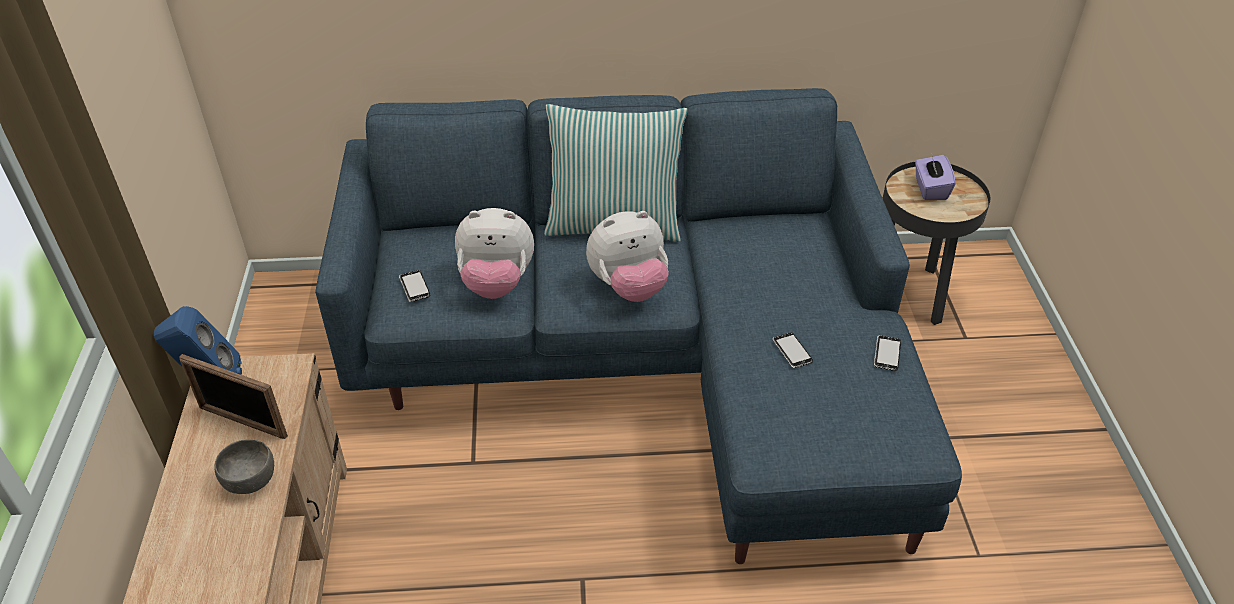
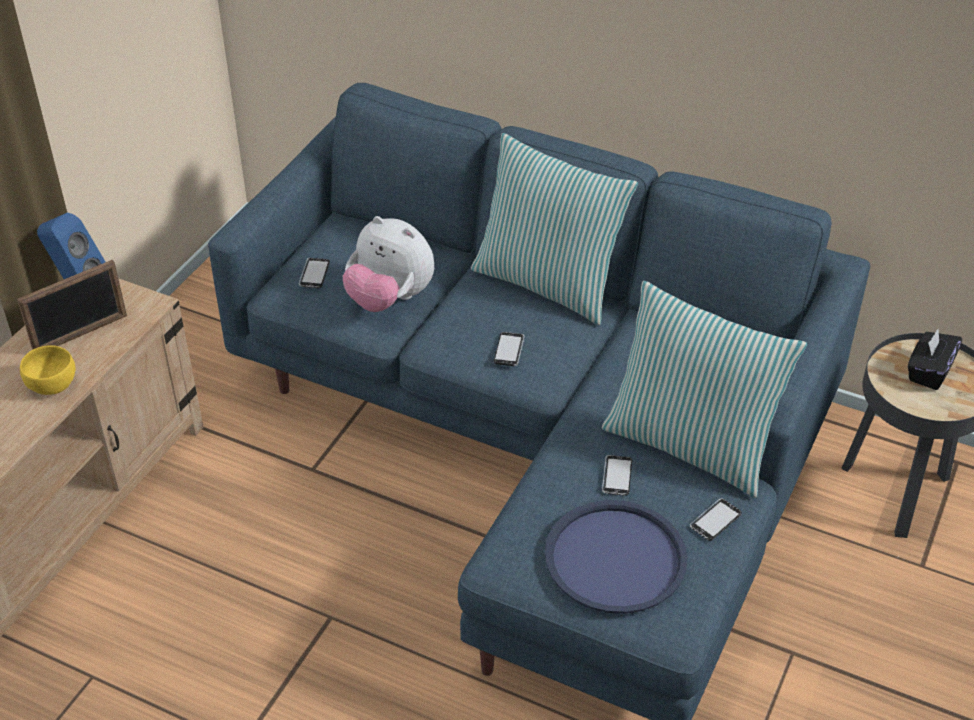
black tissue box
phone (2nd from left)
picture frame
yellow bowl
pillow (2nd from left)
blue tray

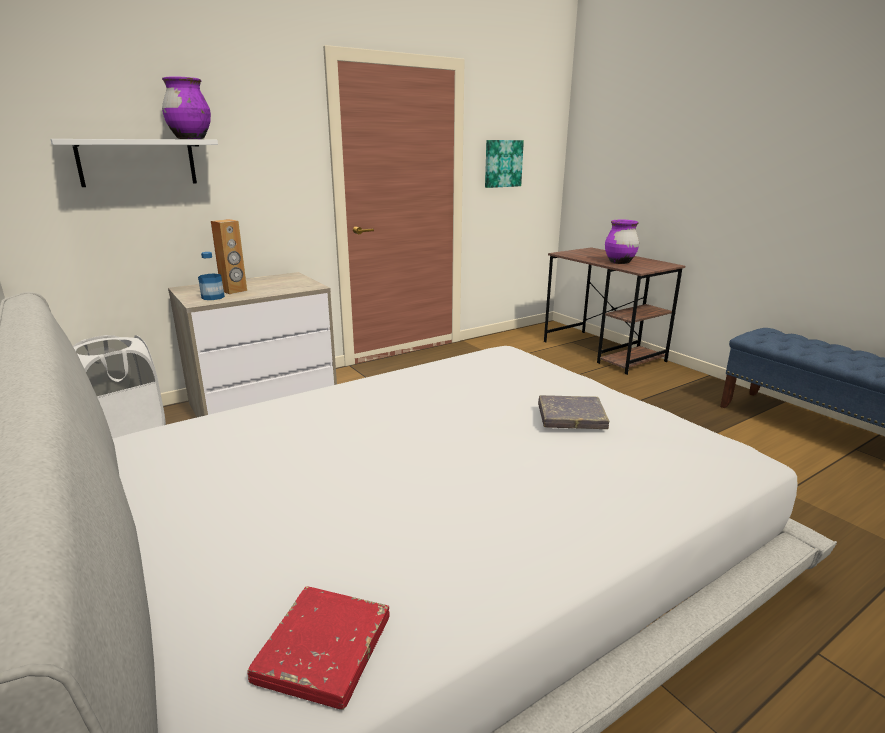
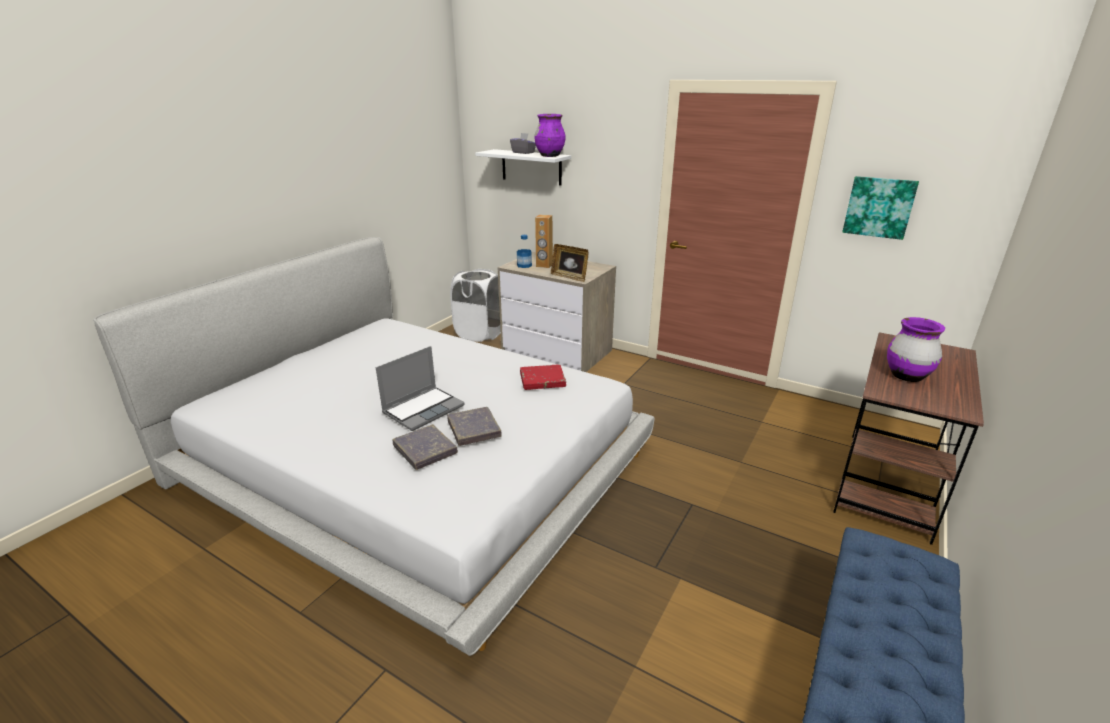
red book
grey tissue box
picture frame
laptop
grey book (1st from left)

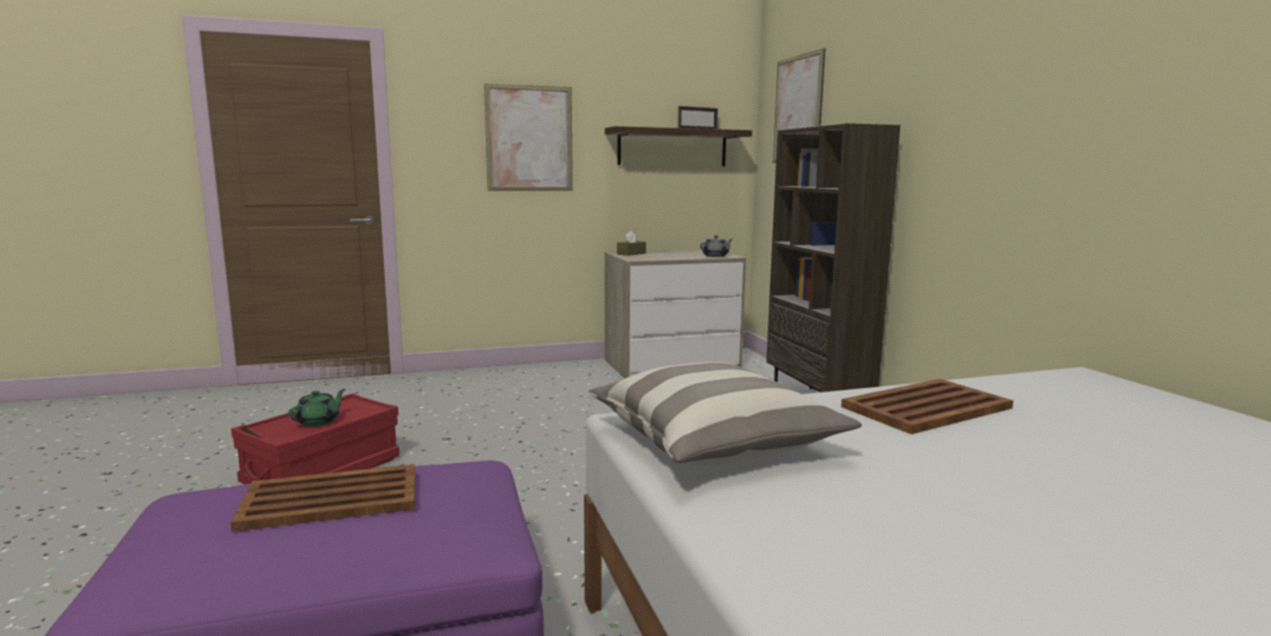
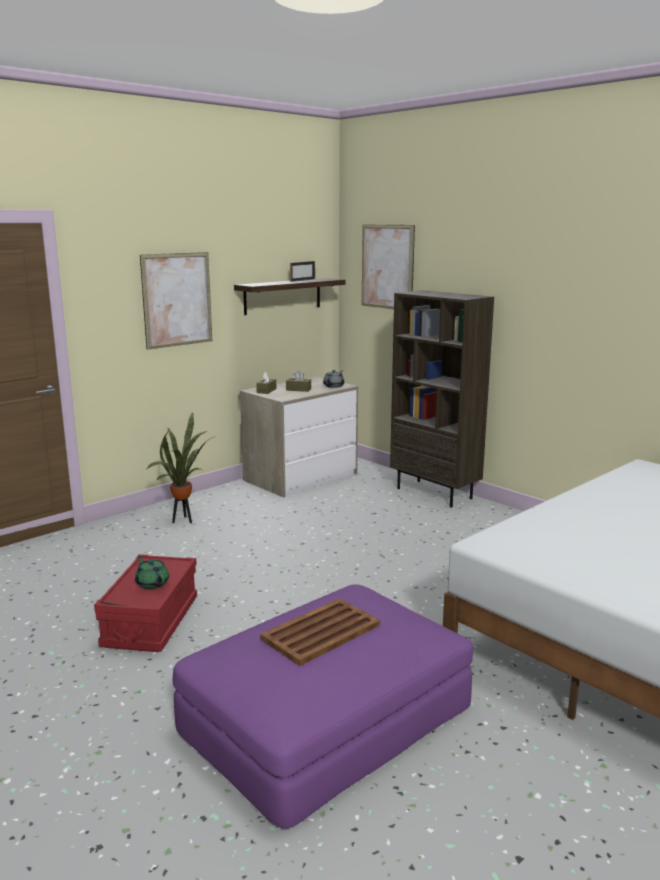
pillow
brown tray (2nd from left in the first image)
green teapot
brown tissue box (2nd from left)
potted plant

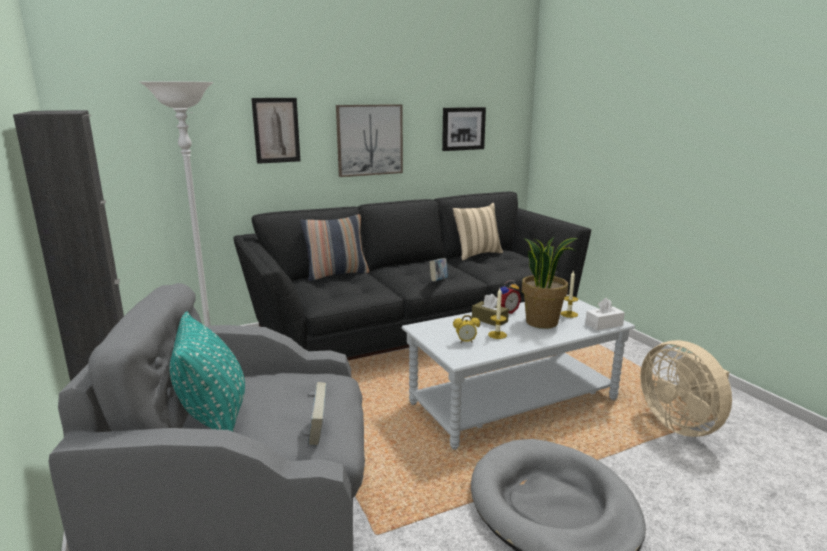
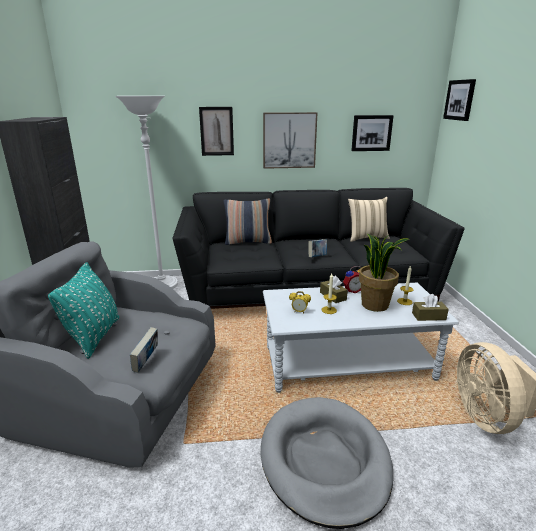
brown tissue box (2nd from left)
picture (4th from left)

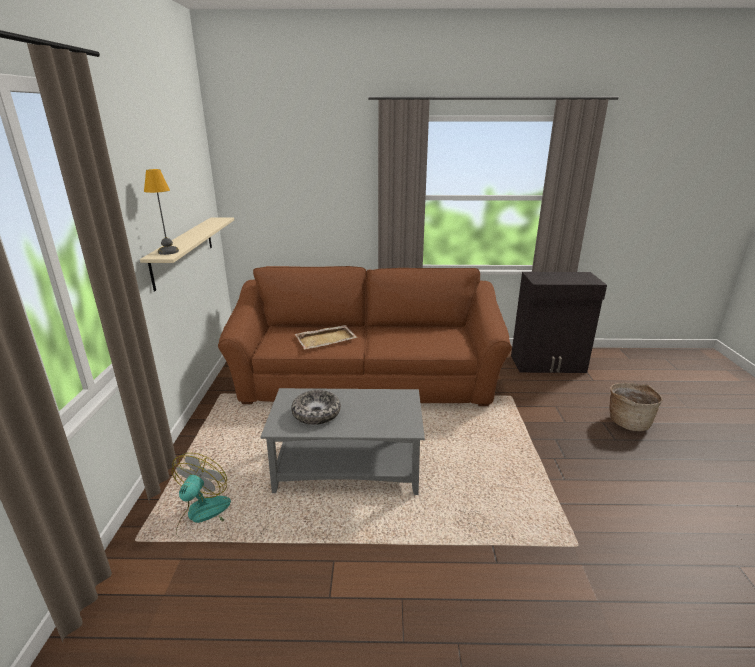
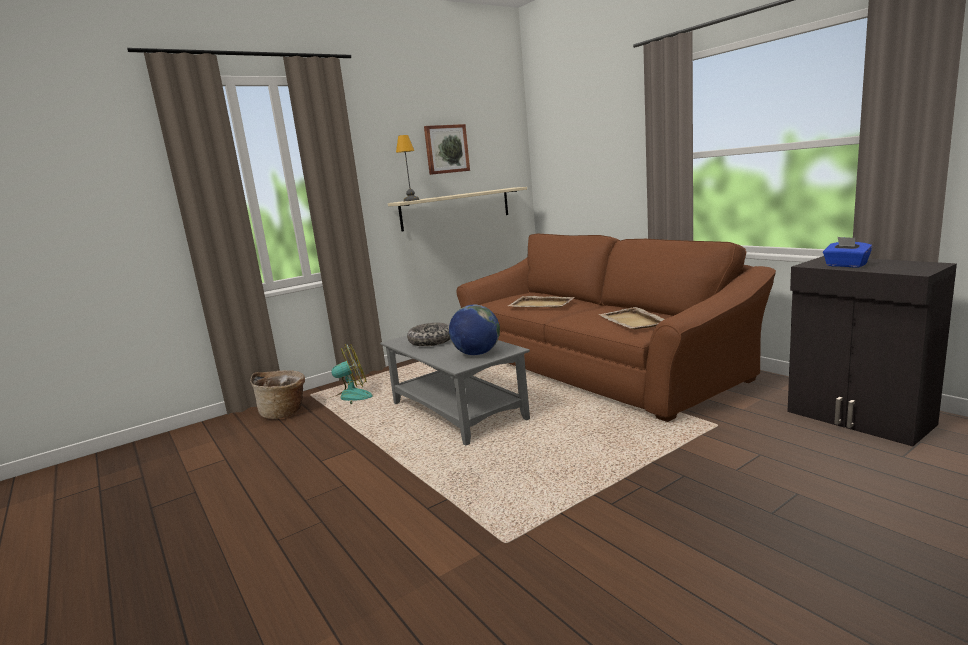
basket
picture
blue tissue box
globe
beige tray (2nd from left)

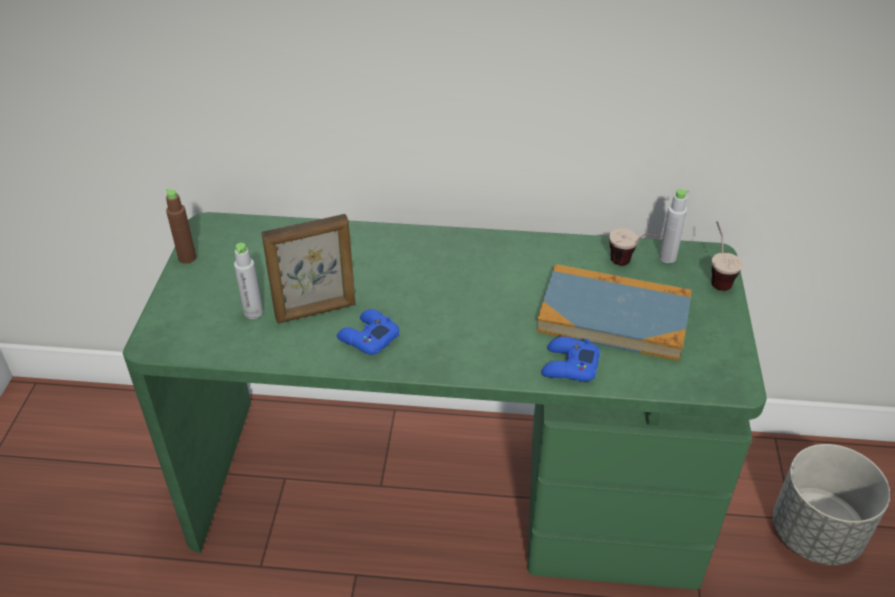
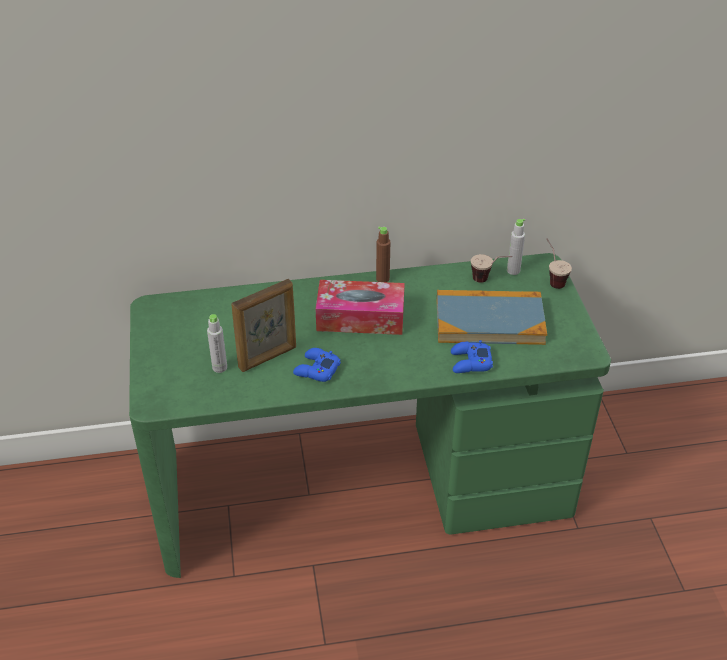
brown bottle
grey planter
tissue box

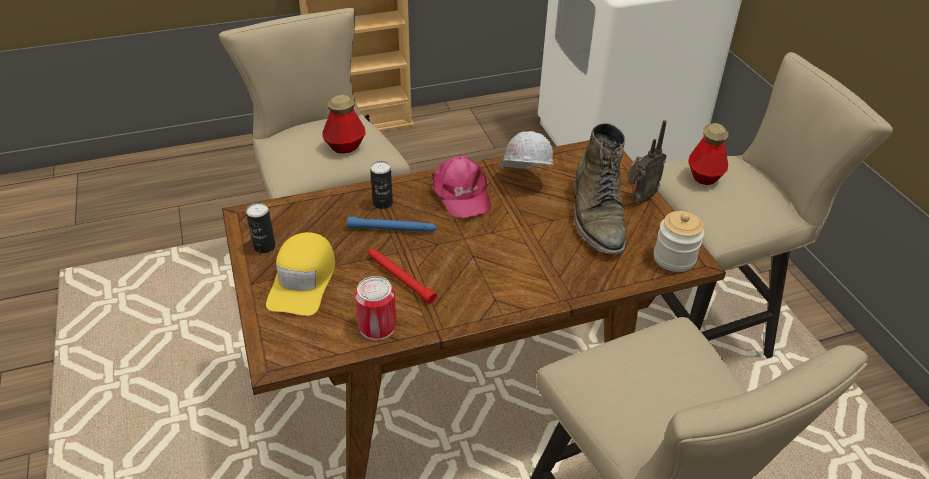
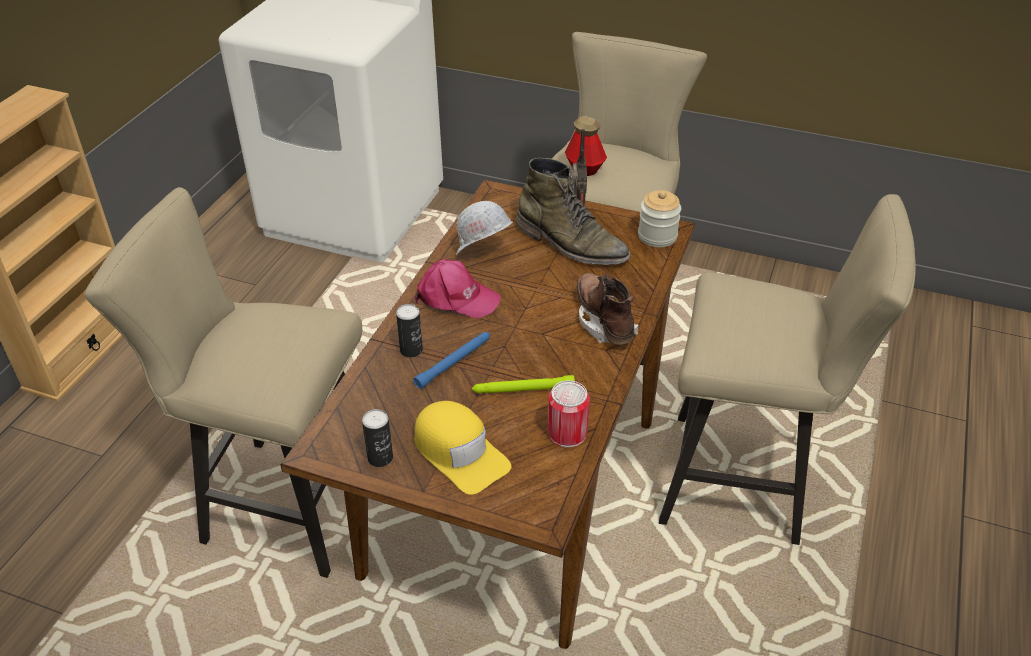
bottle (1st from left in the first image)
green flashlight
brown boot

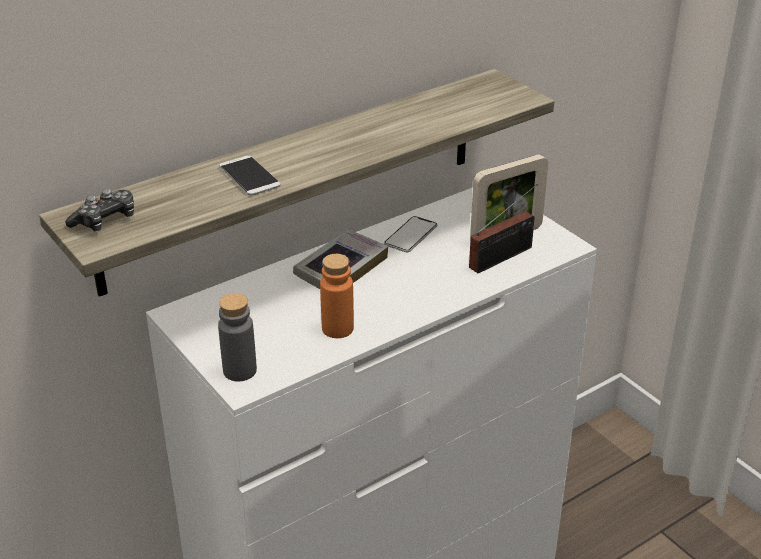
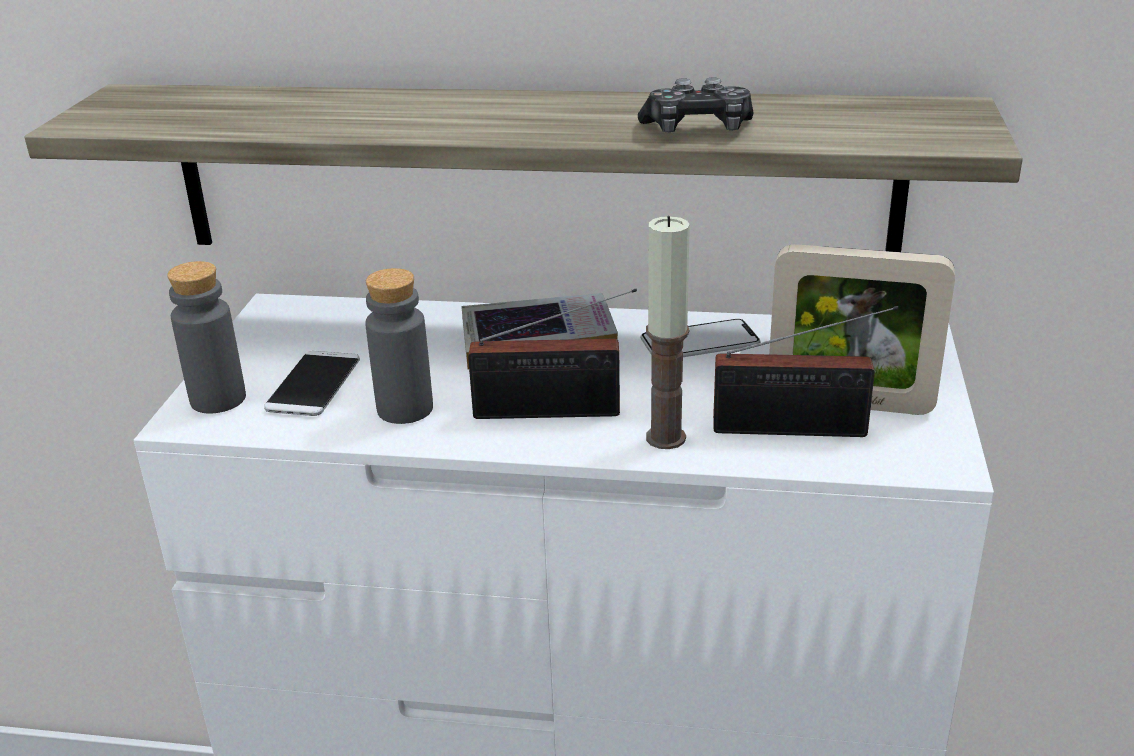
phone (1st from left)
game controller
grey bottle (2nd from left)
candle
radio (1st from left)

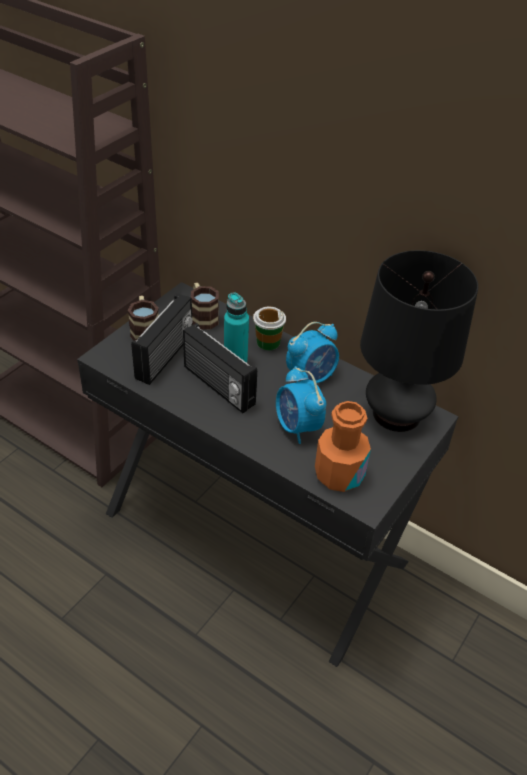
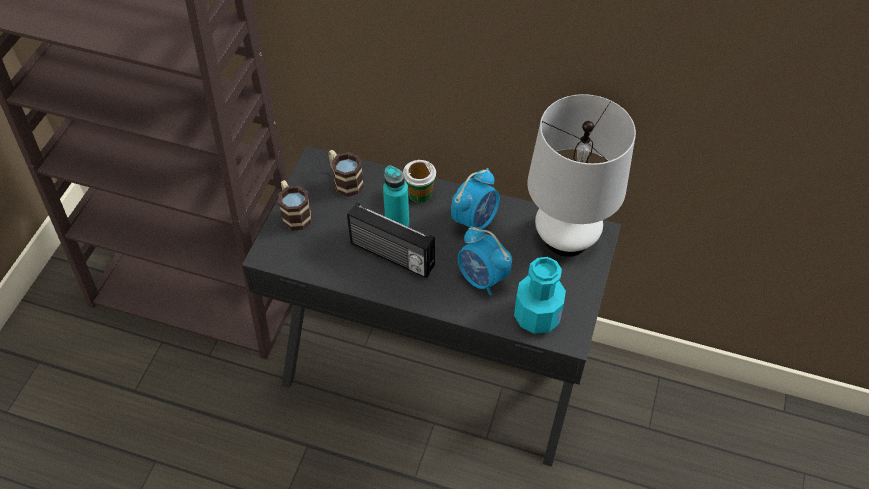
white table lamp
radio (1st from left in the first image)
turquoise bottle (2nd from left)

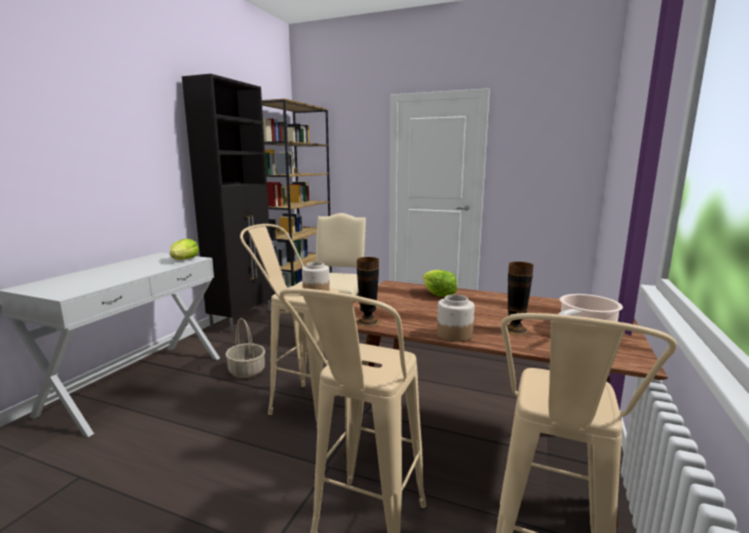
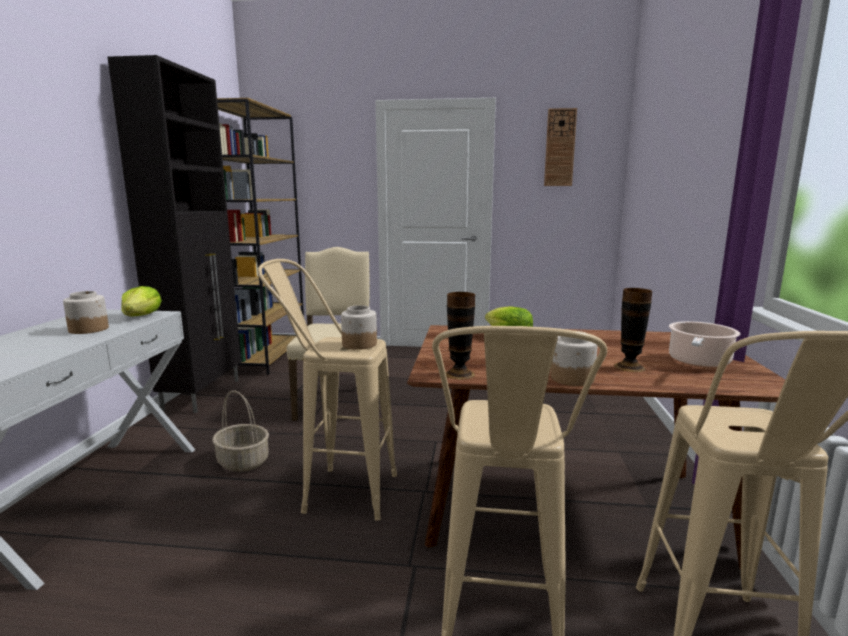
wall clock
jar (1st from left)

